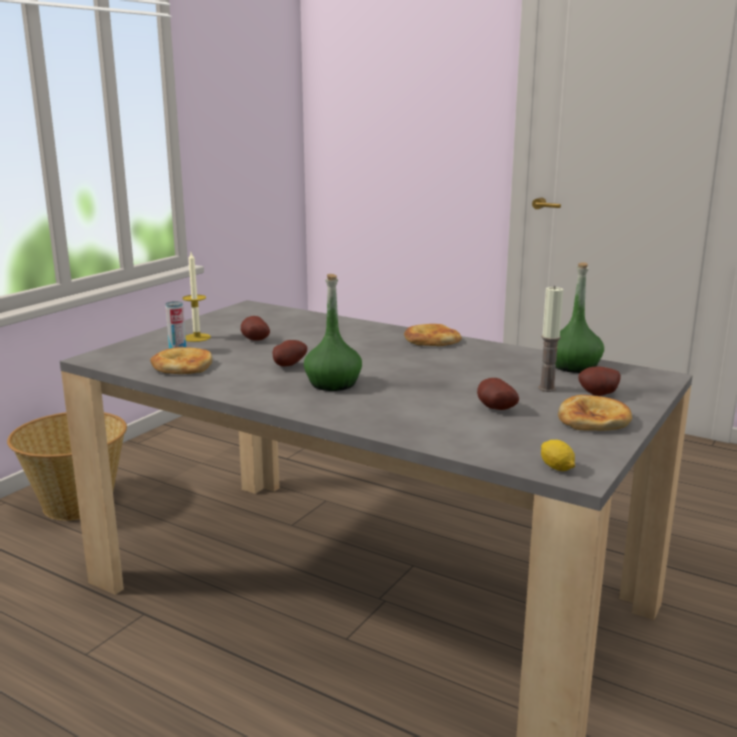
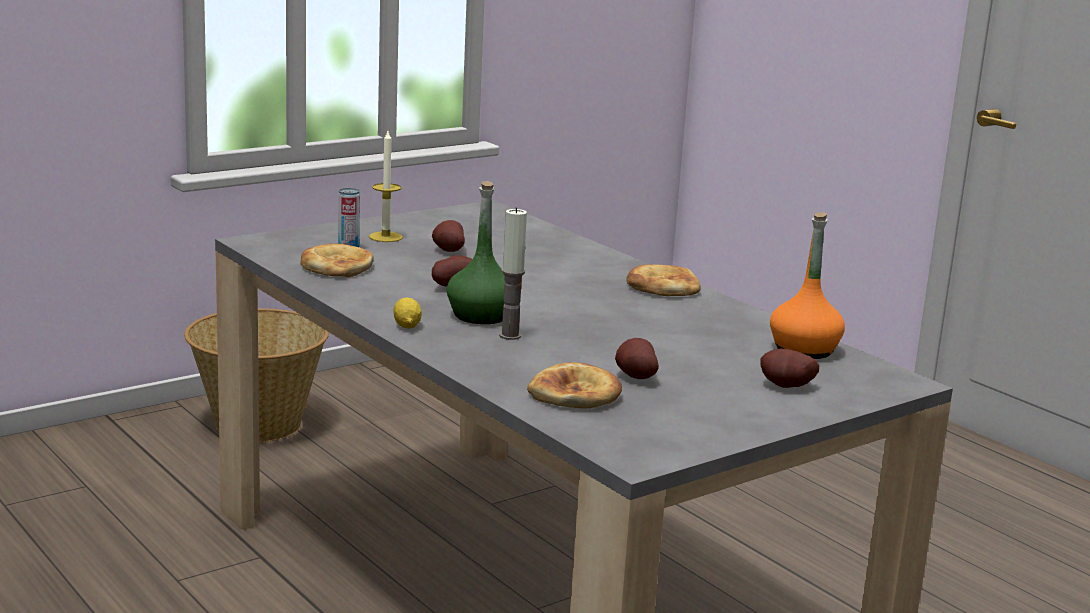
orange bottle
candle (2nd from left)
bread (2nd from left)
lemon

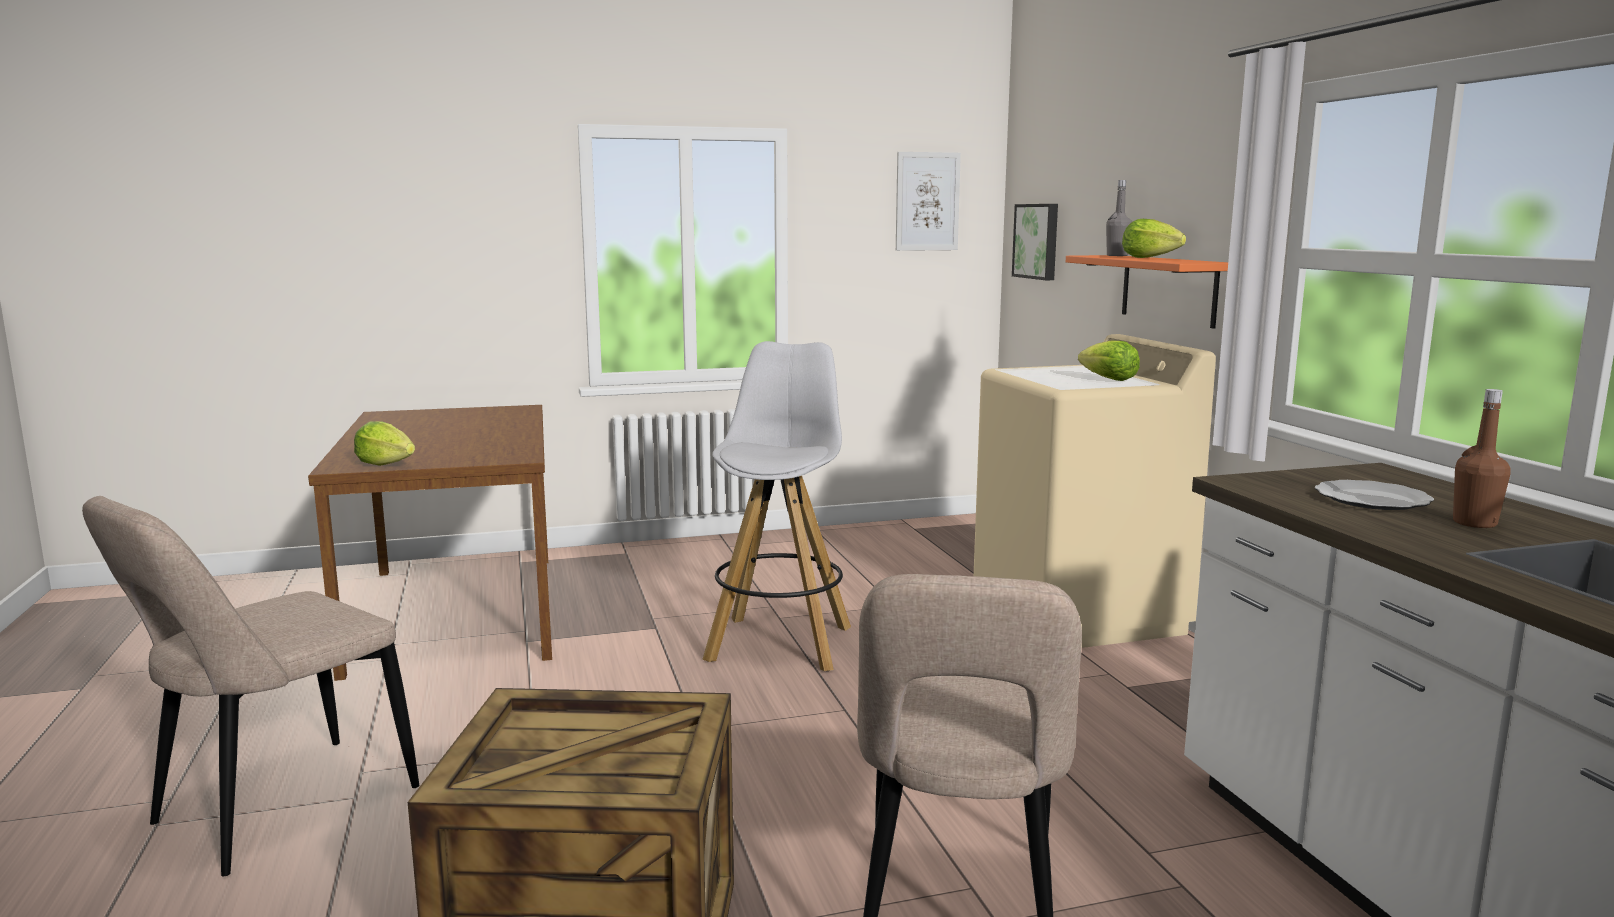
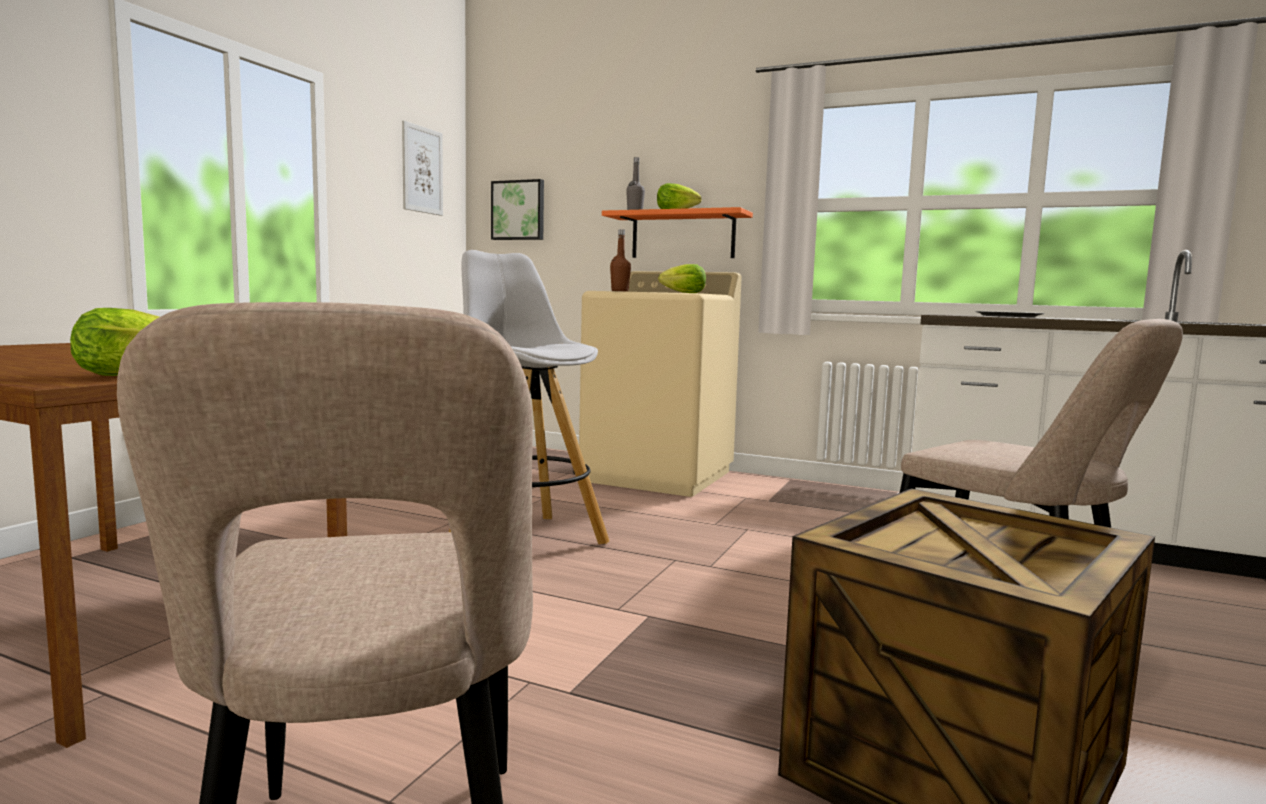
brown bottle

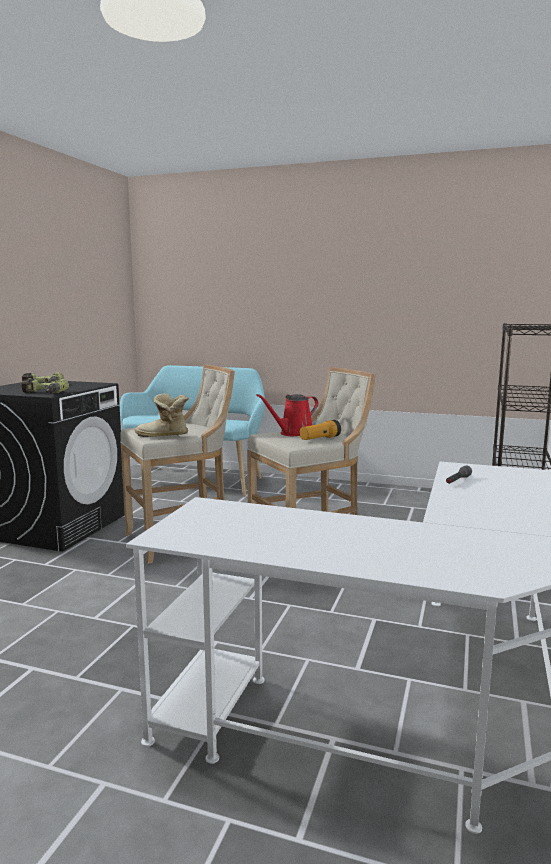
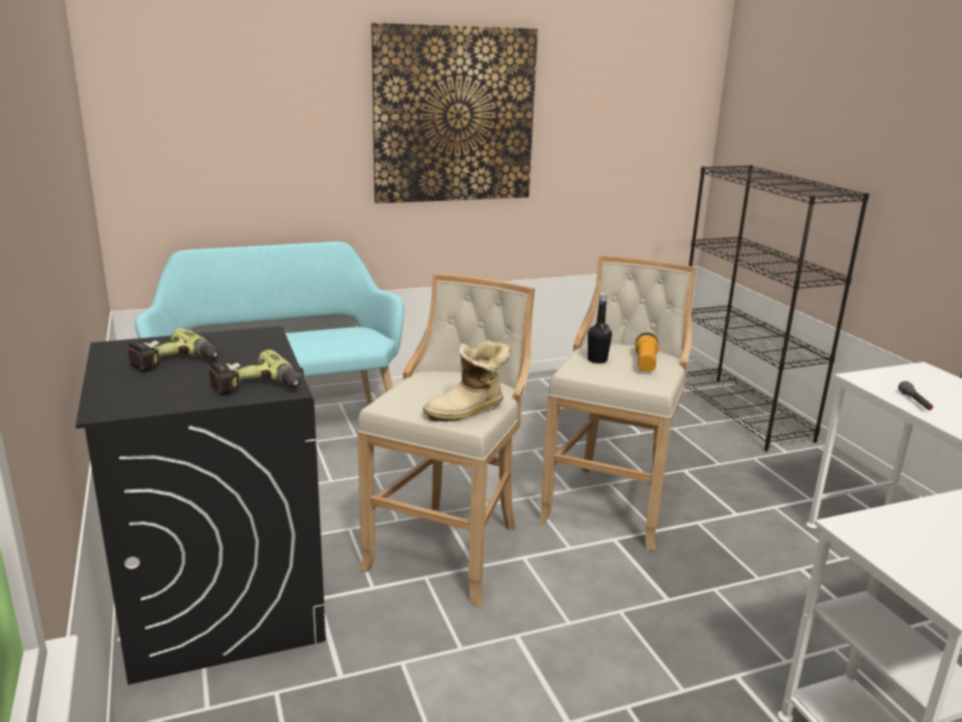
black bottle
picture

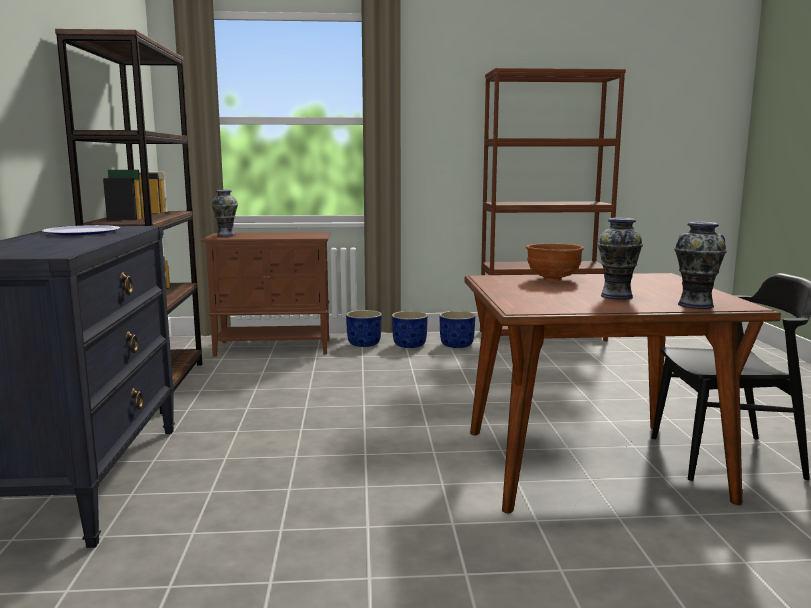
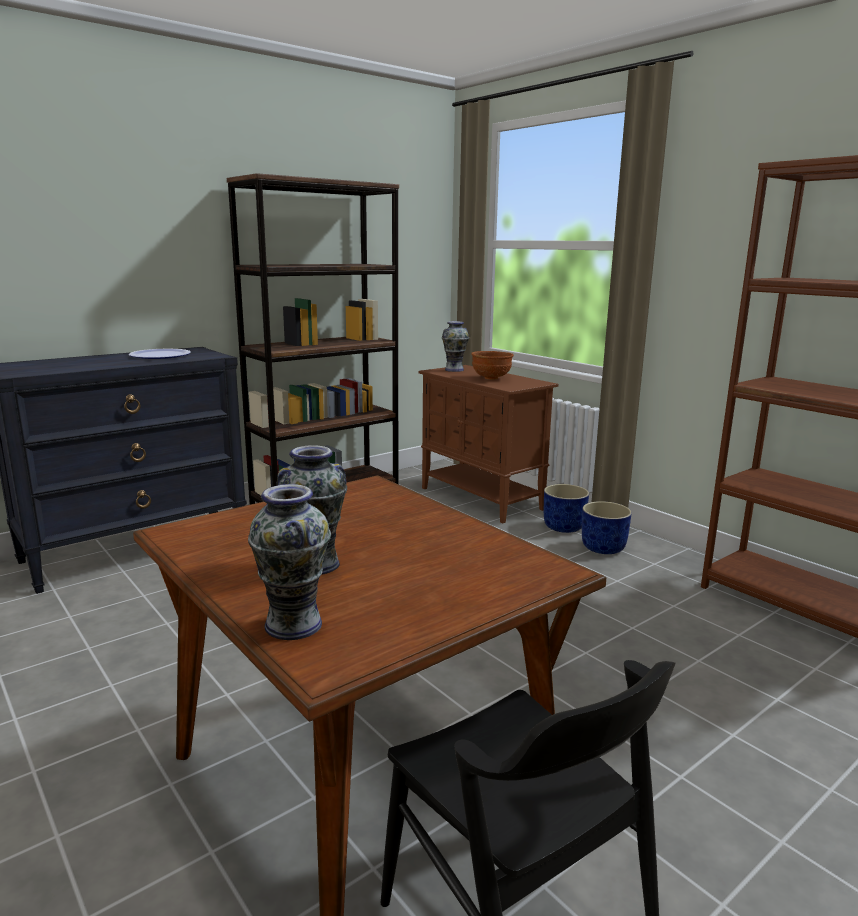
brown bowl
blue planter (3rd from left in the first image)

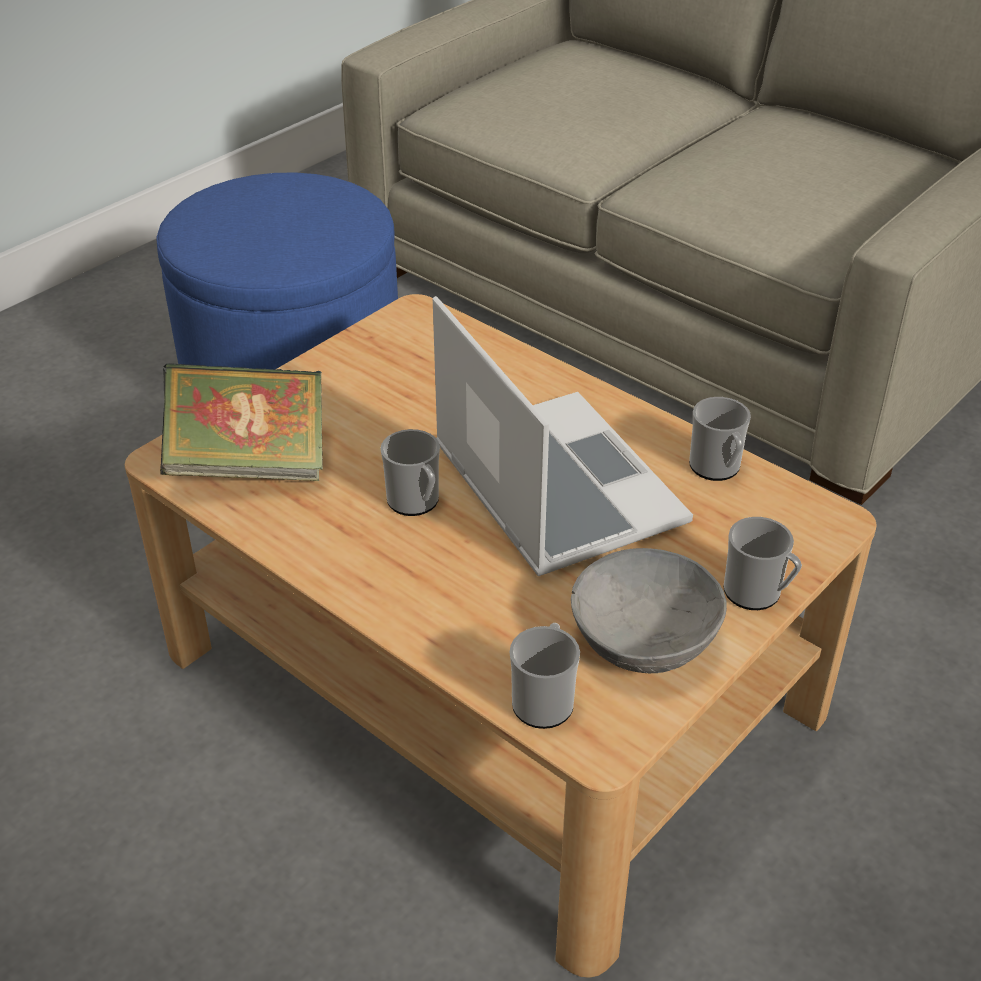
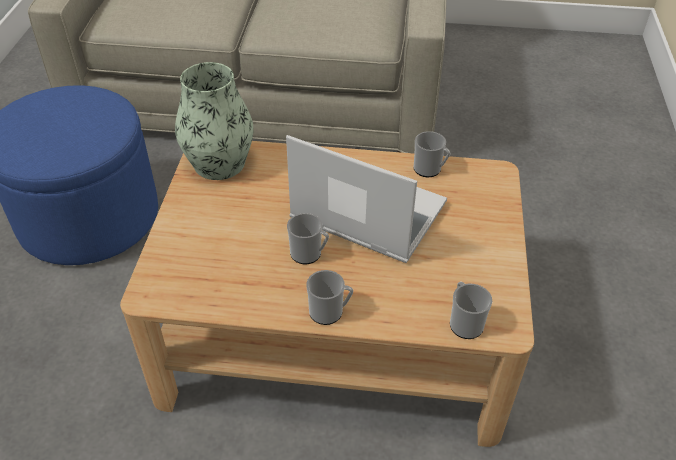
book
mug (2nd from left)
grey bowl
vase

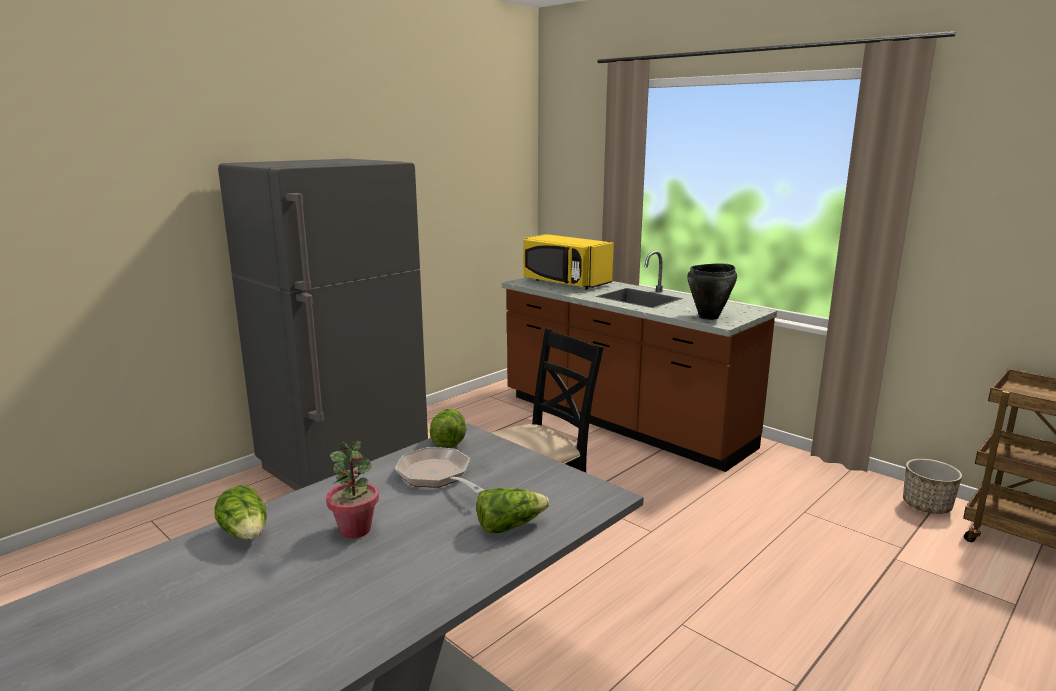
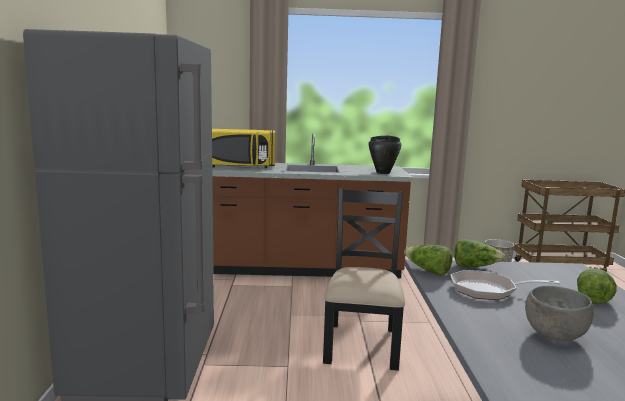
grey bowl
lettuce (2nd from left)

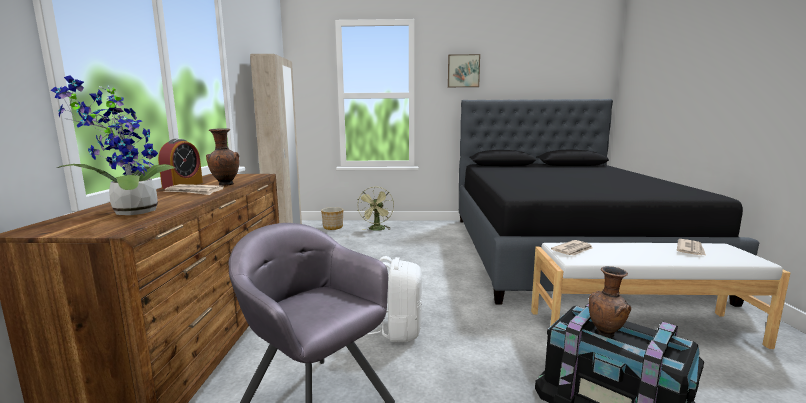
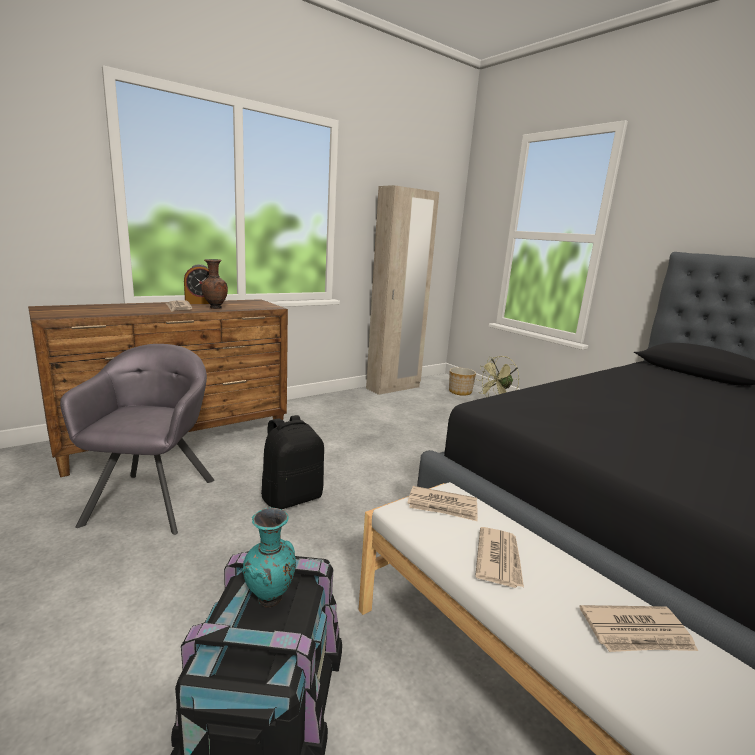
picture
potted plant
black backpack
turquoise vase
newspaper (3rd from left)

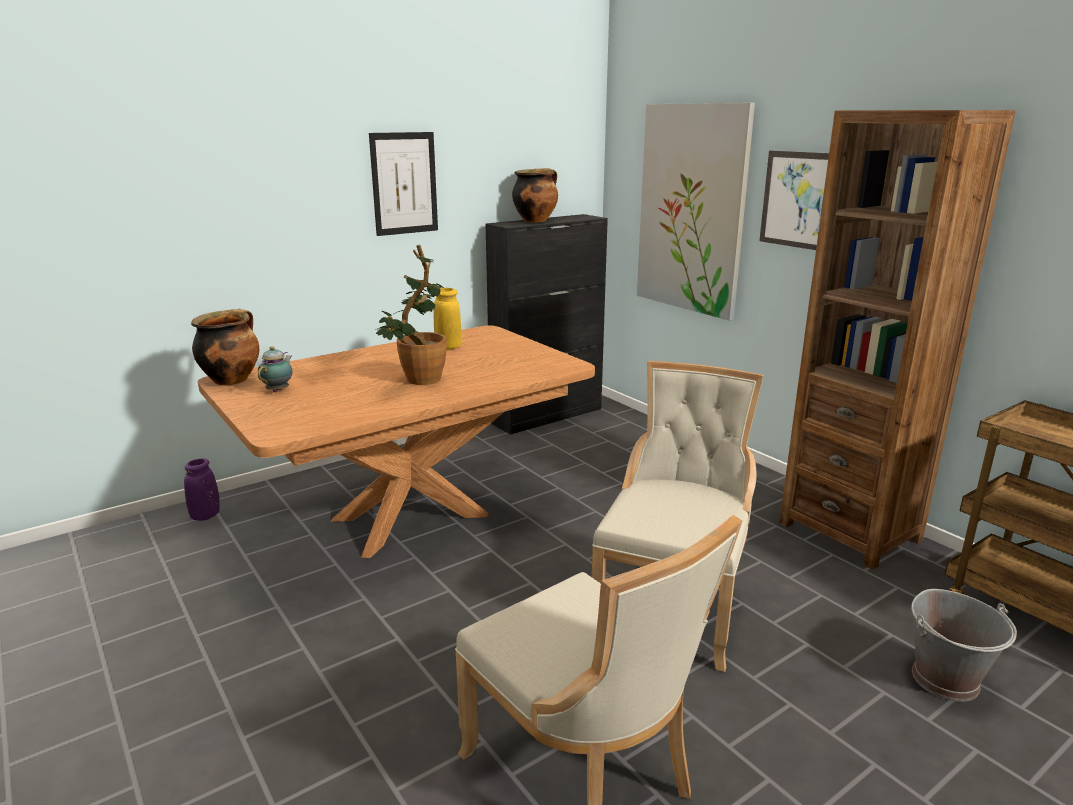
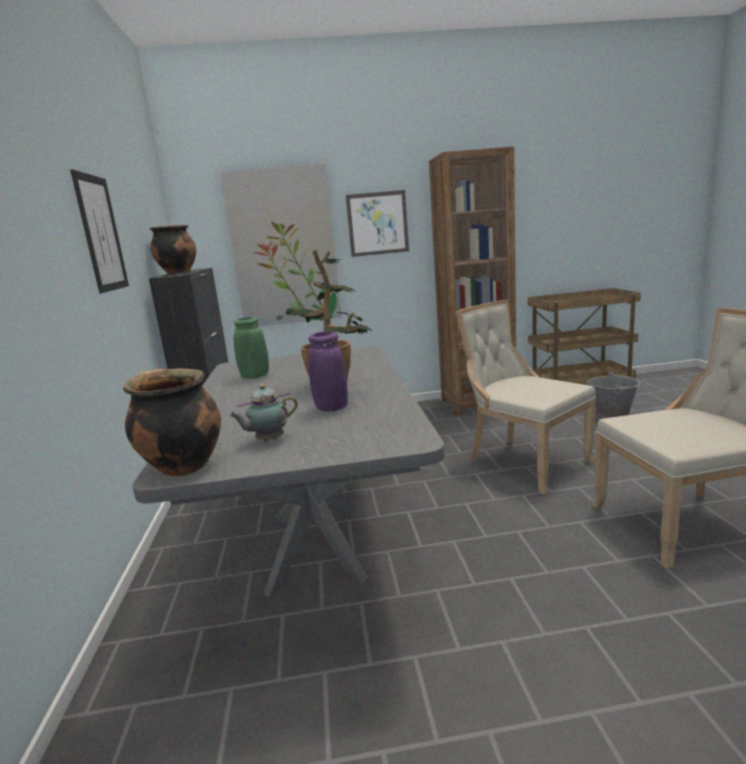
green vase
grey dining table
teapot
purple vase

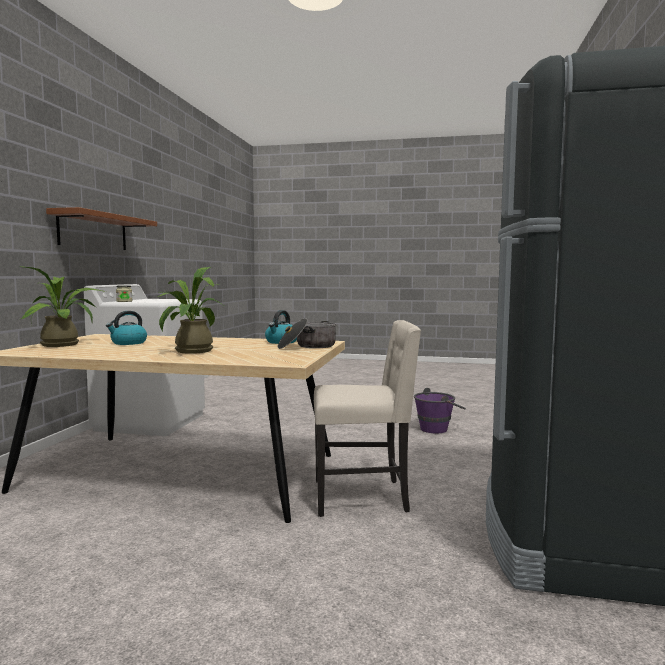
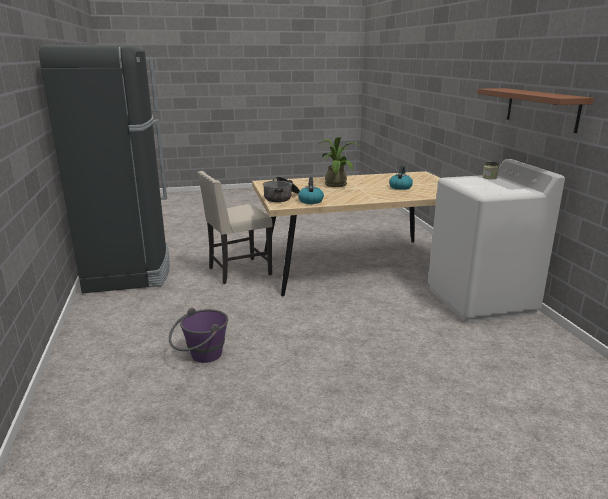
potted plant (1st from left in the first image)

